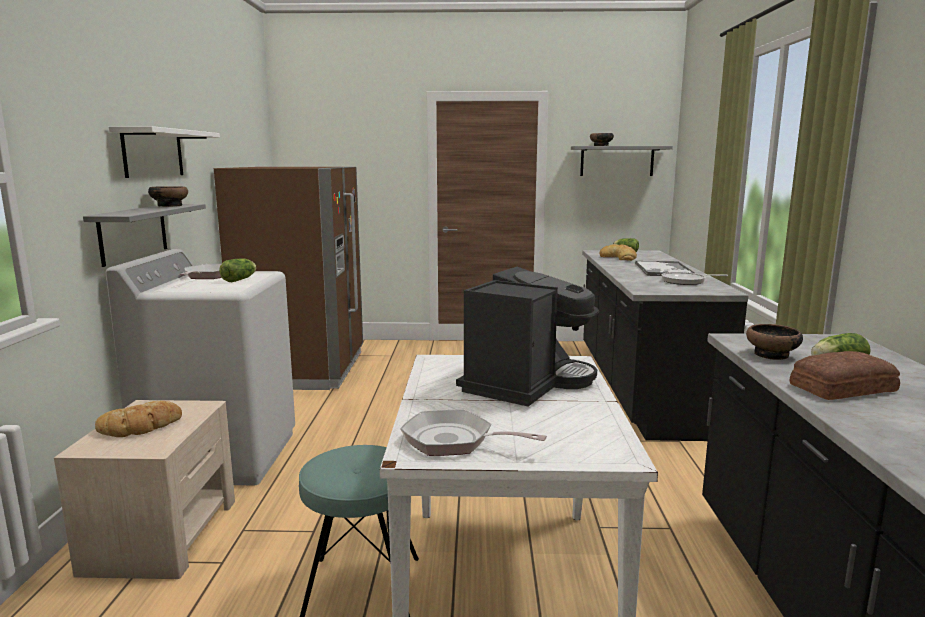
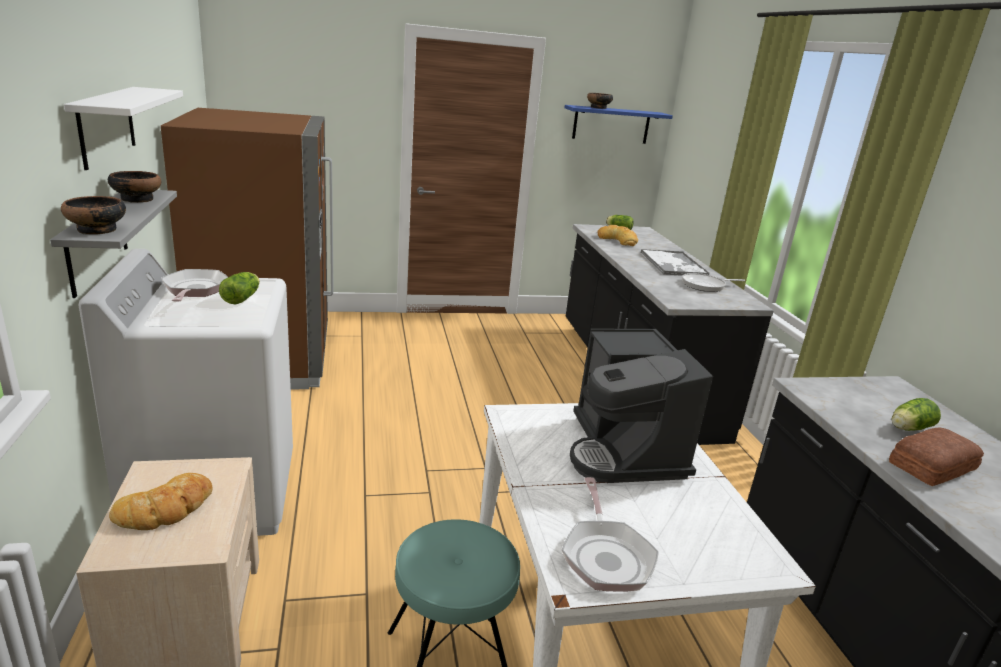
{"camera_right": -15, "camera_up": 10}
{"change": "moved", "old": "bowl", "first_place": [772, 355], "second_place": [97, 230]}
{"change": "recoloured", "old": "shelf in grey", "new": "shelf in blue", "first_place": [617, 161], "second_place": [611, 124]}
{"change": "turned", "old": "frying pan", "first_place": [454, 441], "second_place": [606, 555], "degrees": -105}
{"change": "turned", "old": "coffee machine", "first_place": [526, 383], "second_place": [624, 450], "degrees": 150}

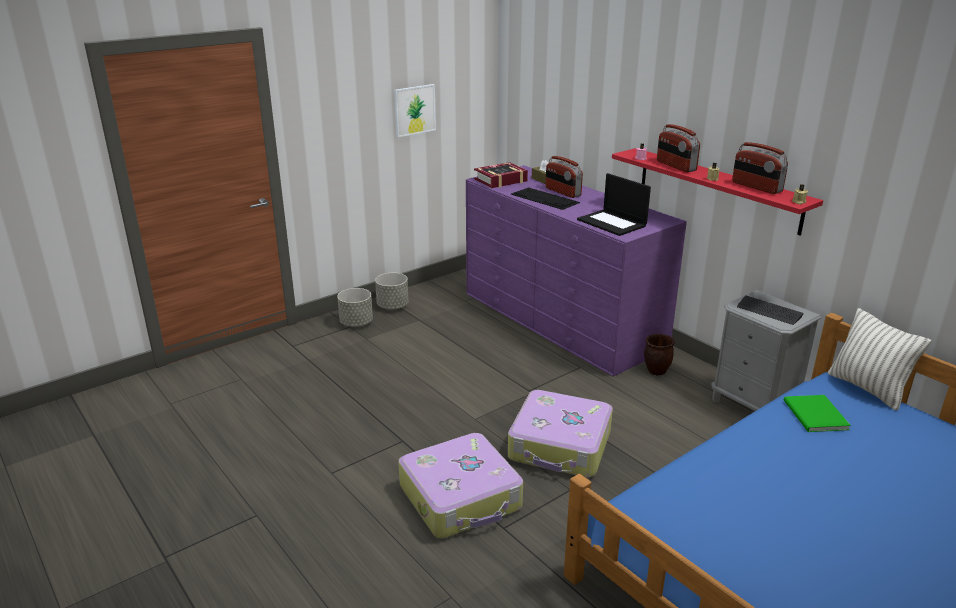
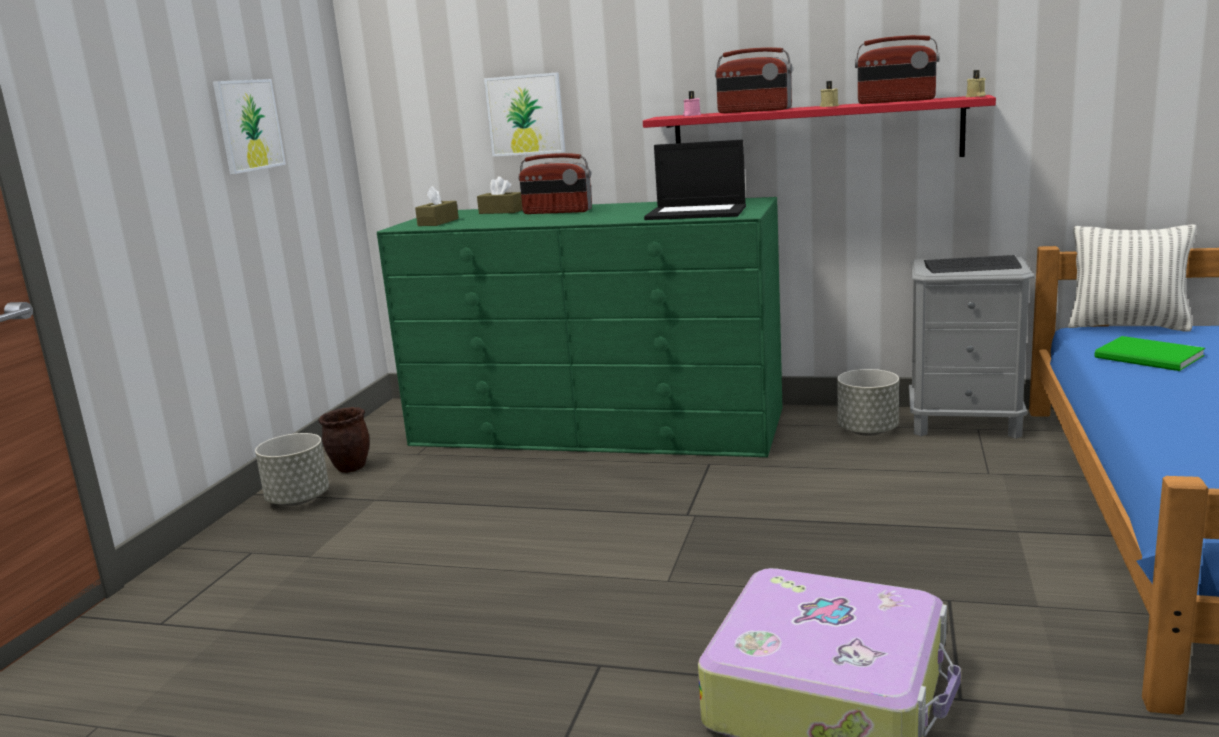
{"camera_right": -35, "camera_up": -10}
{"change": "removed", "old": "suitcase", "first_place": [560, 446]}
{"change": "removed", "old": "keyboard", "first_place": [545, 198]}
{"change": "added", "new": "picture", "second_place": [525, 115]}
{"change": "moved", "old": "planter in grey", "first_place": [356, 323], "second_place": [868, 431]}
{"change": "moved", "old": "planter in brown", "first_place": [656, 371], "second_place": [350, 467]}
{"change": "replaced", "old": "book", "new": "tissue box in brown", "first_place": [501, 180], "second_place": [438, 222]}
{"change": "recoloured", "old": "dresser in purple", "new": "dresser in green", "first_place": [561, 320], "second_place": [597, 427]}

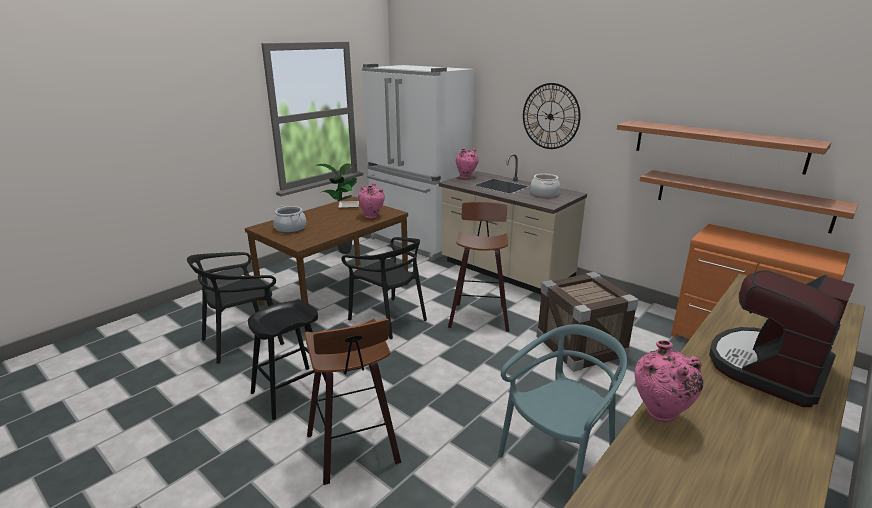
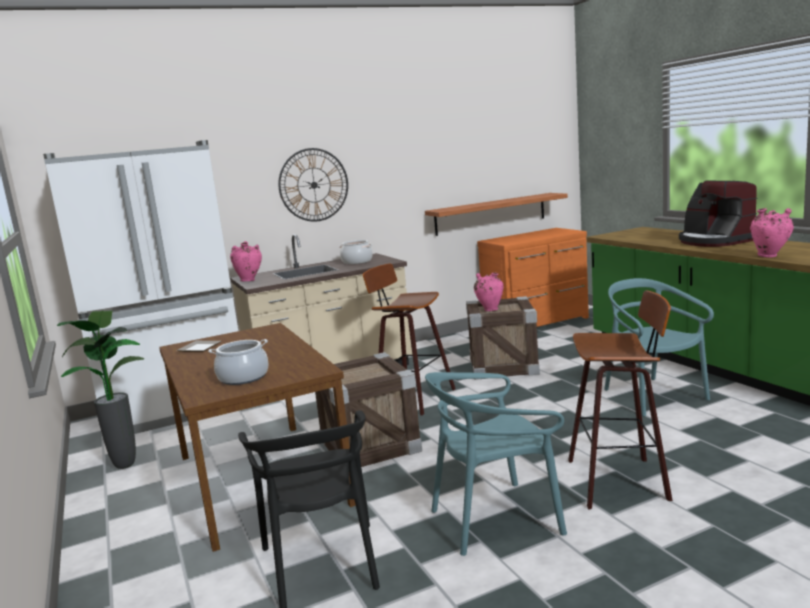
{"camera_right": -65, "camera_up": -10}
{"change": "removed", "old": "shelf", "first_place": [716, 145]}
{"change": "moved", "old": "vase in pink", "first_place": [372, 216], "second_place": [490, 310]}
{"change": "replaced", "old": "stool in black", "new": "chair in turquoise", "first_place": [291, 392], "second_place": [496, 519]}
{"change": "replaced", "old": "chair in black", "new": "crate", "first_place": [388, 318], "second_place": [369, 446]}

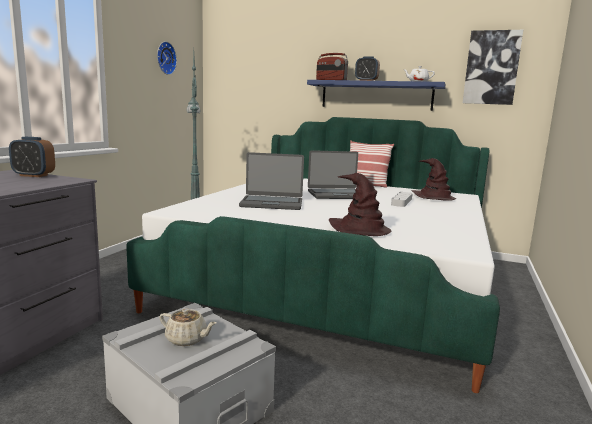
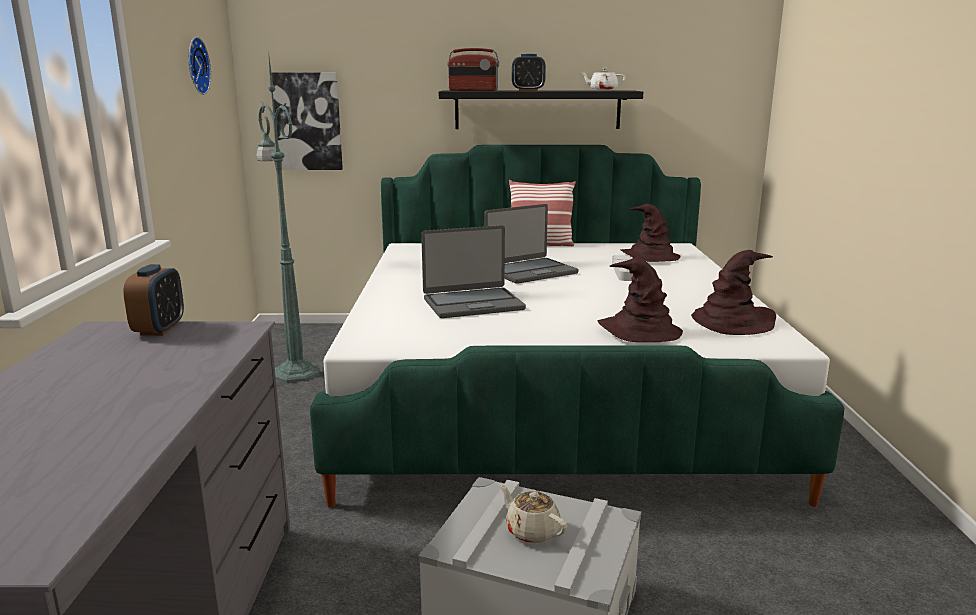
{"camera_right": -20, "camera_up": 5}
{"change": "added", "new": "hat in brown", "second_place": [733, 322]}
{"change": "moved", "old": "picture", "first_place": [491, 68], "second_place": [308, 121]}
{"change": "recoloured", "old": "shelf in blue", "new": "shelf in black", "first_place": [376, 95], "second_place": [537, 109]}
{"change": "turned", "old": "alarm clock", "first_place": [33, 175], "second_place": [159, 329], "degrees": -75}
{"change": "turned", "old": "teapot in beige", "first_place": [187, 339], "second_place": [532, 531], "degrees": -135}

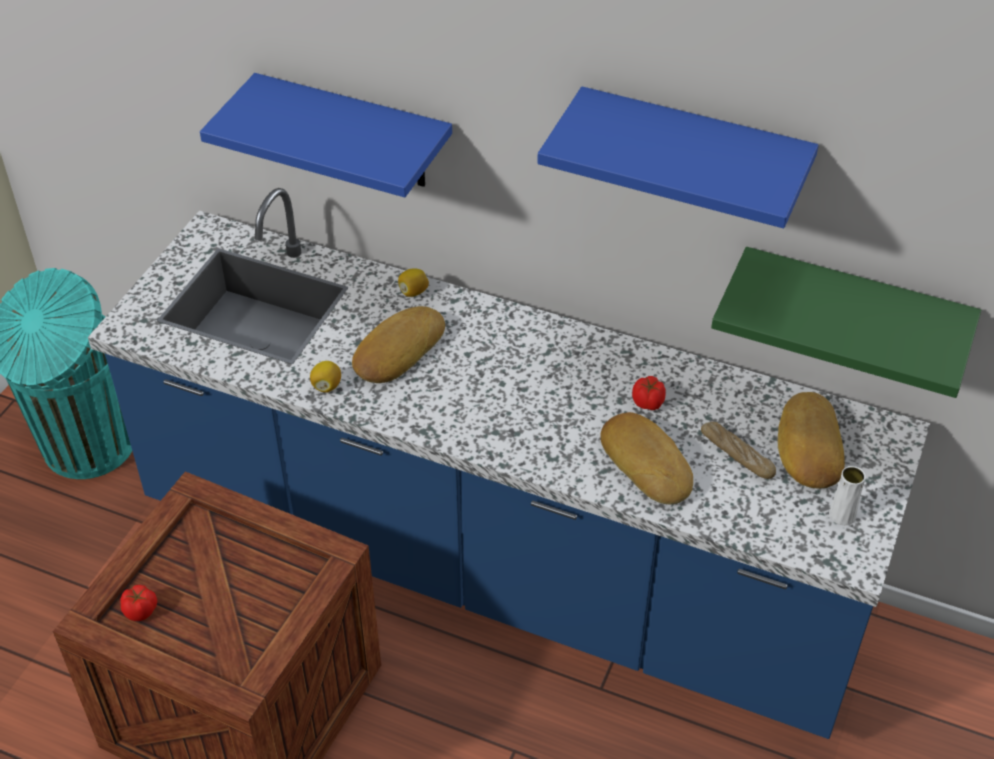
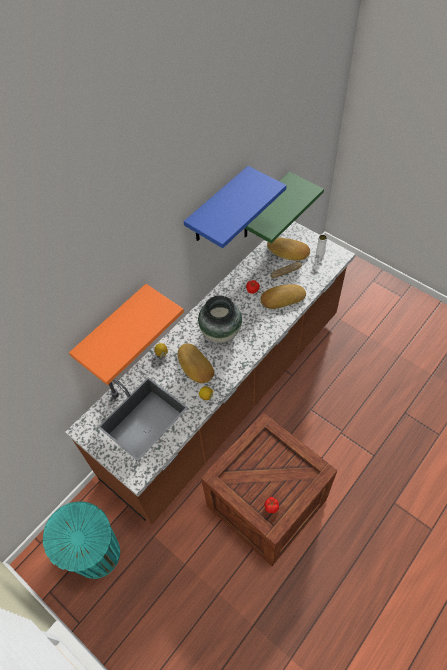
{"camera_right": -70, "camera_up": 10}
{"change": "added", "new": "vase", "second_place": [221, 333]}
{"change": "recoloured", "old": "counter in blue", "new": "counter in brown", "first_place": [497, 565], "second_place": [227, 394]}
{"change": "recoloured", "old": "shelf in blue", "new": "shelf in orange", "first_place": [354, 132], "second_place": [113, 328]}

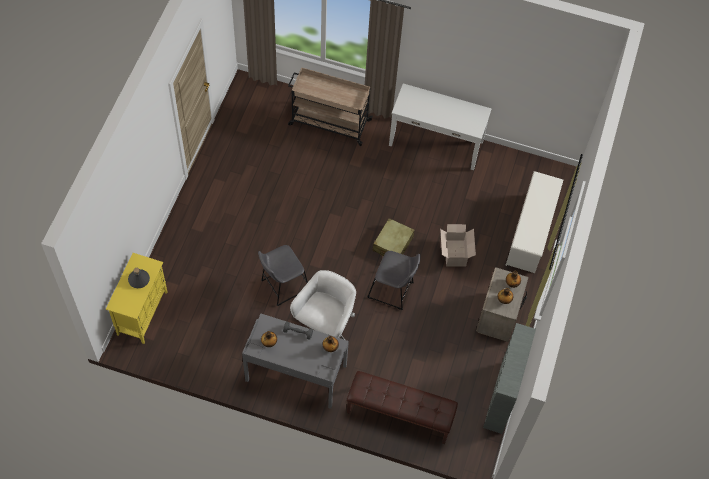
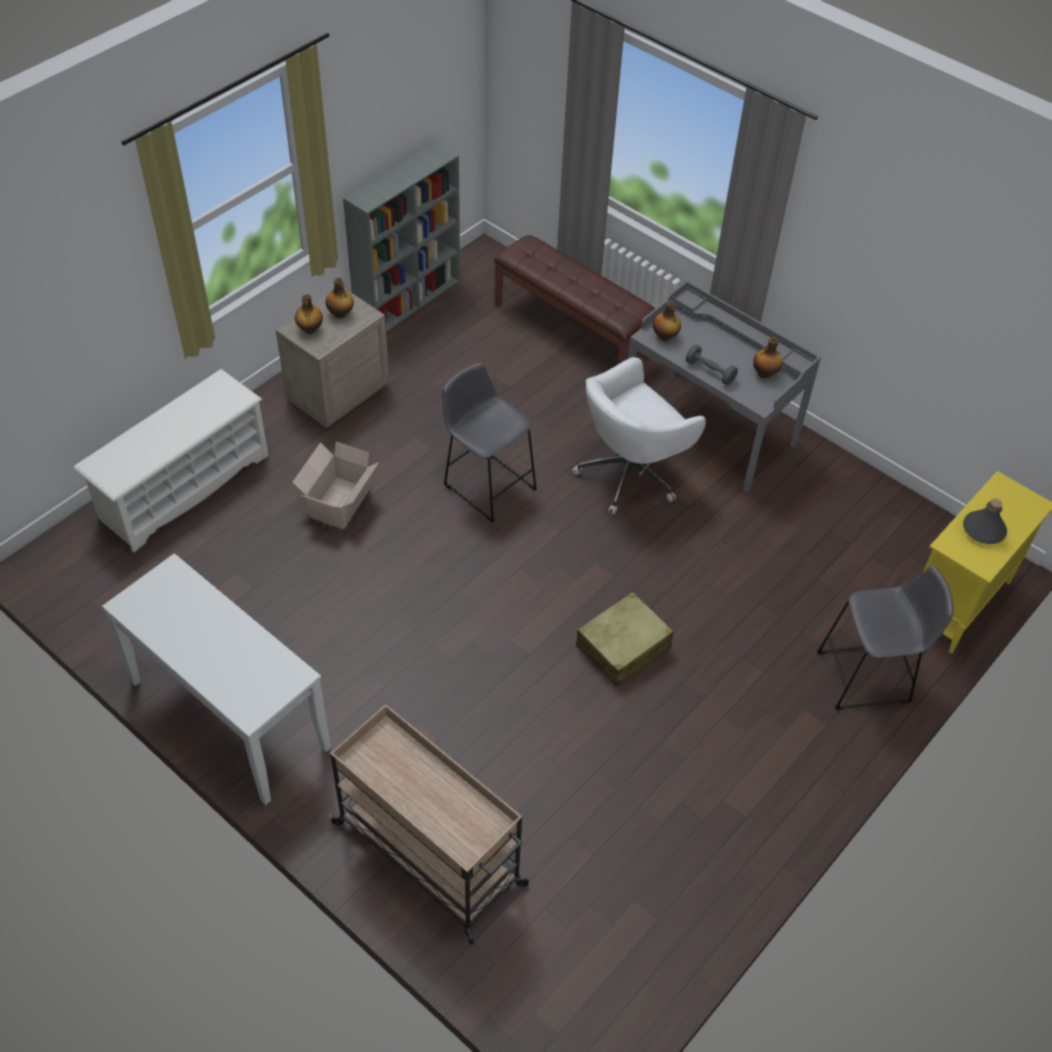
{"camera_right": -155, "camera_up": -10}
{"change": "moved", "old": "stool in grey", "first_place": [282, 286], "second_place": [869, 677]}
{"change": "moved", "old": "suitcase in beige", "first_place": [392, 244], "second_place": [623, 647]}

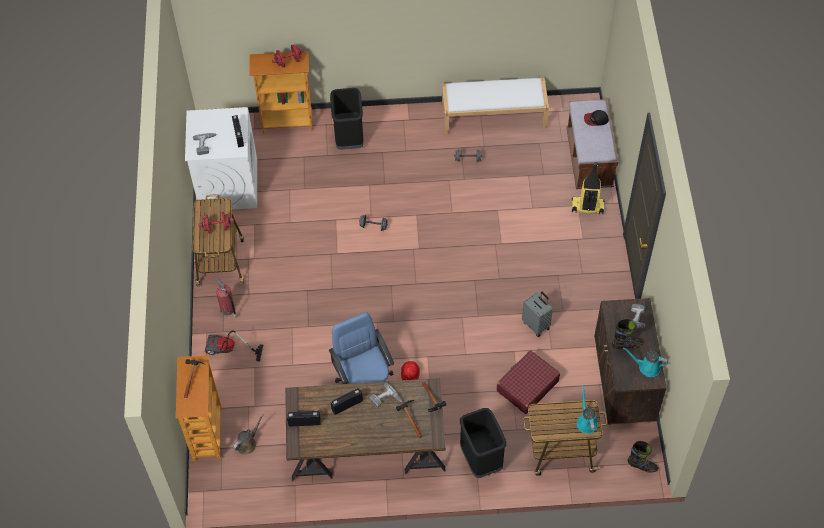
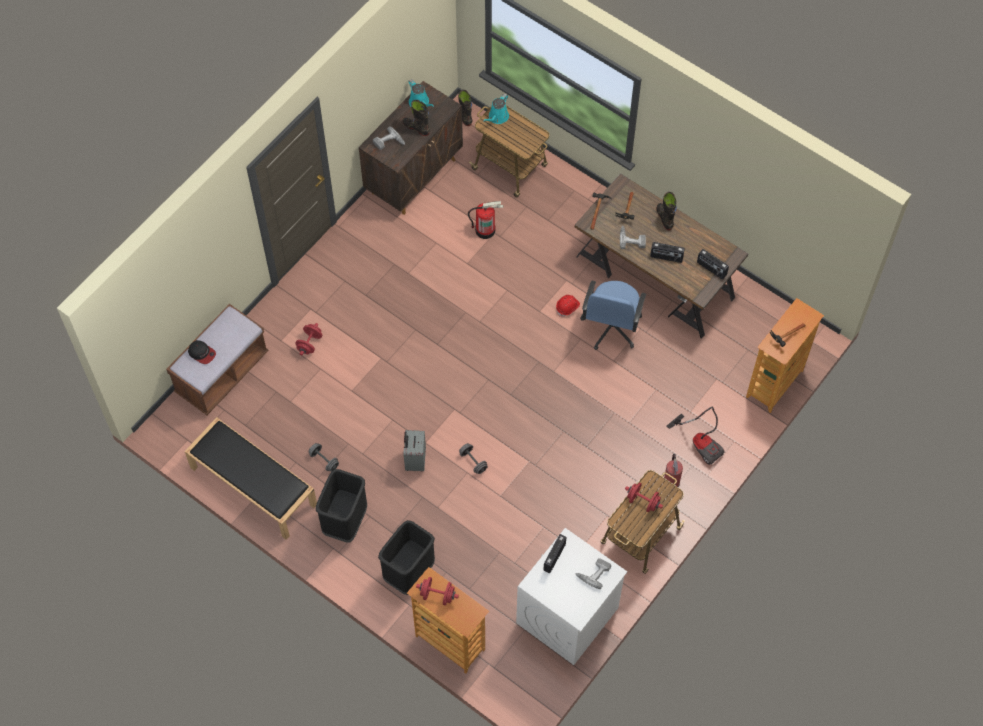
{"camera_right": -140, "camera_up": 5}
{"change": "removed", "old": "watering can in brown", "first_place": [248, 443]}
{"change": "removed", "old": "vacuum cleaner", "first_place": [587, 207]}
{"change": "added", "new": "dumbbell in red", "second_place": [309, 344]}
{"change": "added", "new": "boot in black", "second_place": [664, 218]}
{"change": "moved", "old": "trash can in black", "first_place": [480, 459], "second_place": [345, 522]}
{"change": "moved", "old": "suitcase in grey", "first_place": [536, 325], "second_place": [414, 460]}
{"change": "replaced", "old": "suitcase in red", "new": "fire extinguisher", "first_place": [527, 386], "second_place": [485, 230]}
{"change": "recoloured", "old": "bench in white", "new": "bench in black", "first_place": [494, 115], "second_place": [252, 486]}

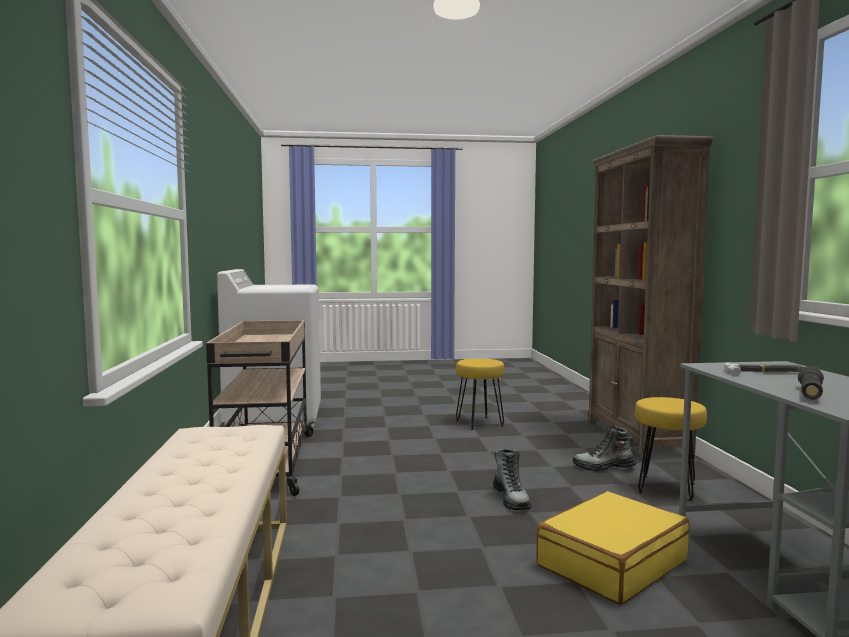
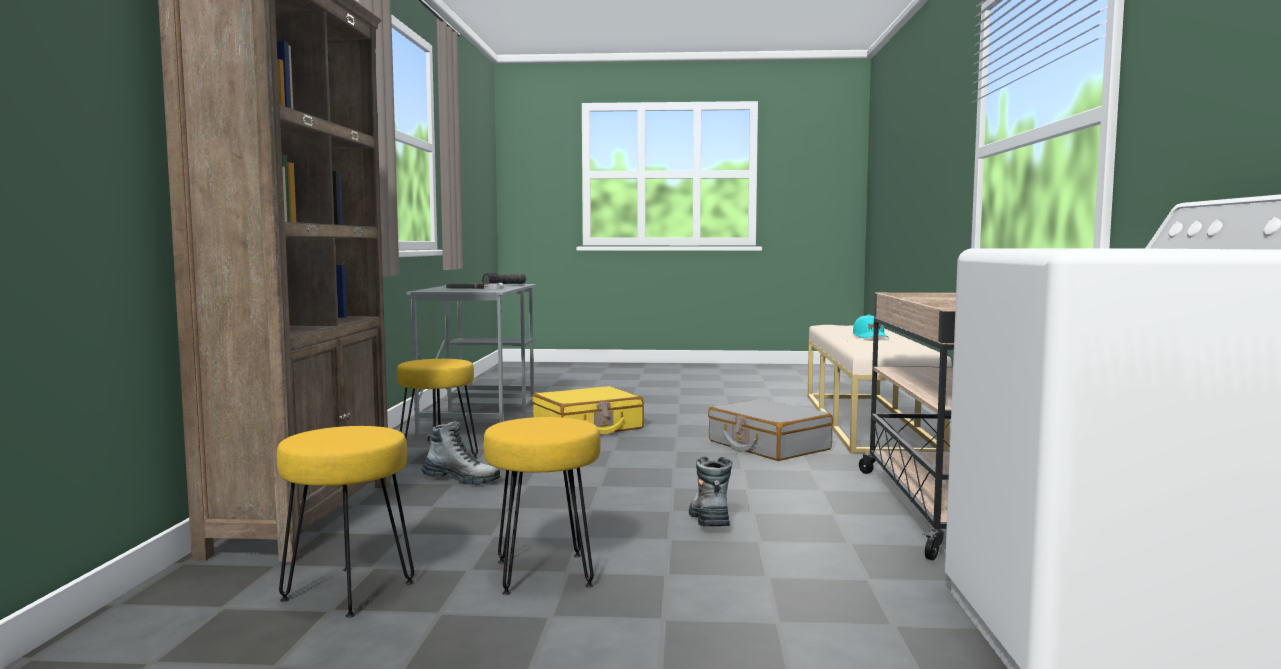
{"camera_right": -170, "camera_up": 0}
{"change": "added", "new": "stool in yellow", "second_place": [348, 591]}
{"change": "added", "new": "suitcase in grey", "second_place": [768, 446]}
{"change": "added", "new": "cap in turquoise", "second_place": [870, 336]}
{"change": "moved", "old": "boot", "first_place": [511, 499], "second_place": [709, 519]}

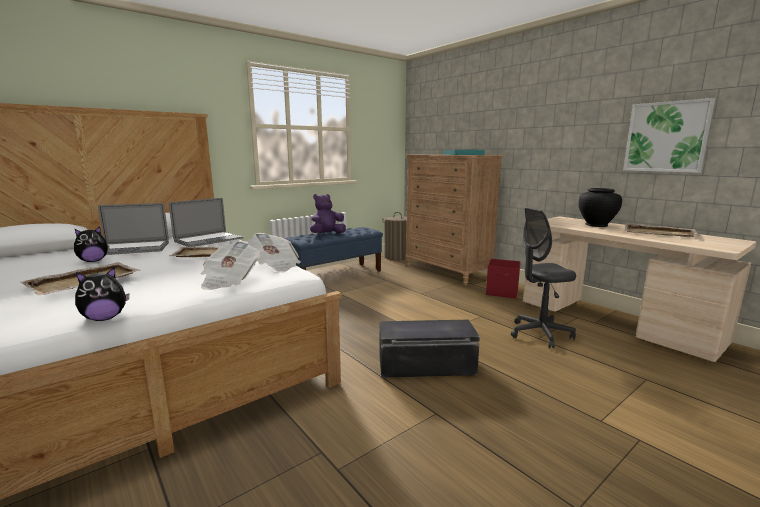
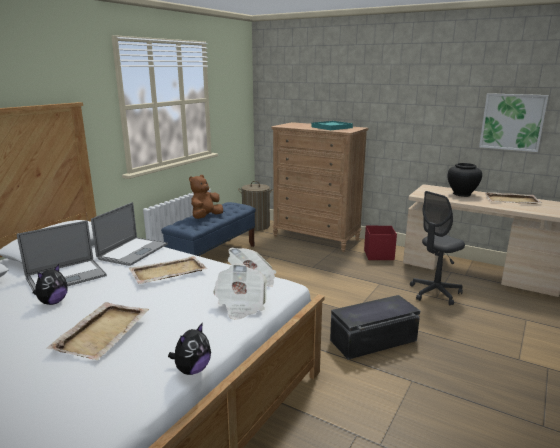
{"camera_right": -20, "camera_up": 5}
{"change": "recoloured", "old": "plush toy in purple", "new": "plush toy in brown", "first_place": [327, 234], "second_place": [205, 217]}

